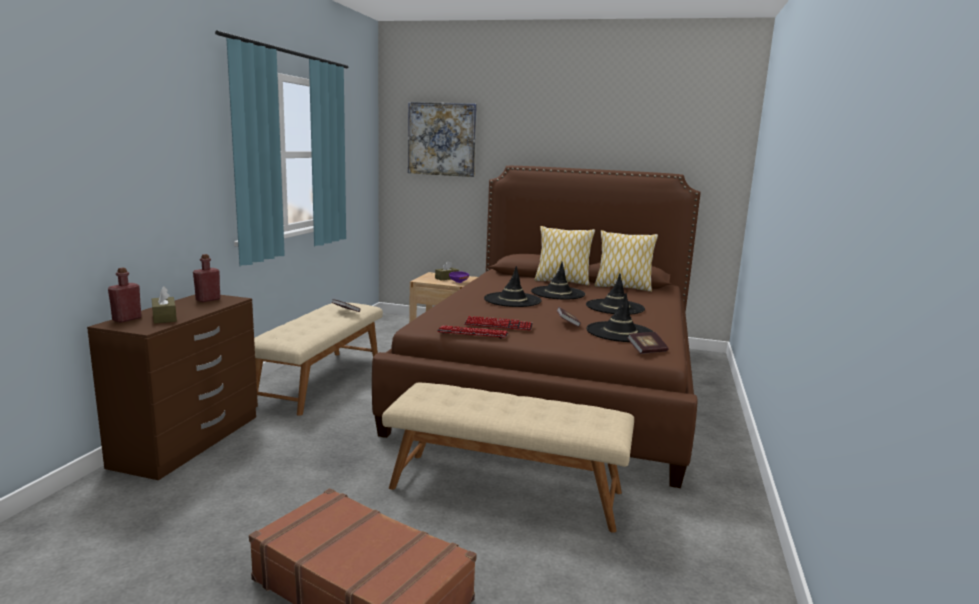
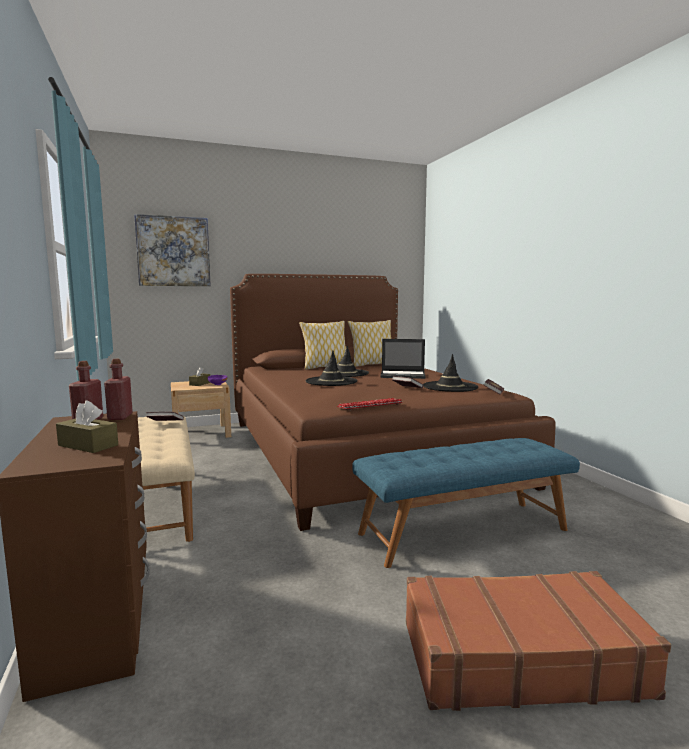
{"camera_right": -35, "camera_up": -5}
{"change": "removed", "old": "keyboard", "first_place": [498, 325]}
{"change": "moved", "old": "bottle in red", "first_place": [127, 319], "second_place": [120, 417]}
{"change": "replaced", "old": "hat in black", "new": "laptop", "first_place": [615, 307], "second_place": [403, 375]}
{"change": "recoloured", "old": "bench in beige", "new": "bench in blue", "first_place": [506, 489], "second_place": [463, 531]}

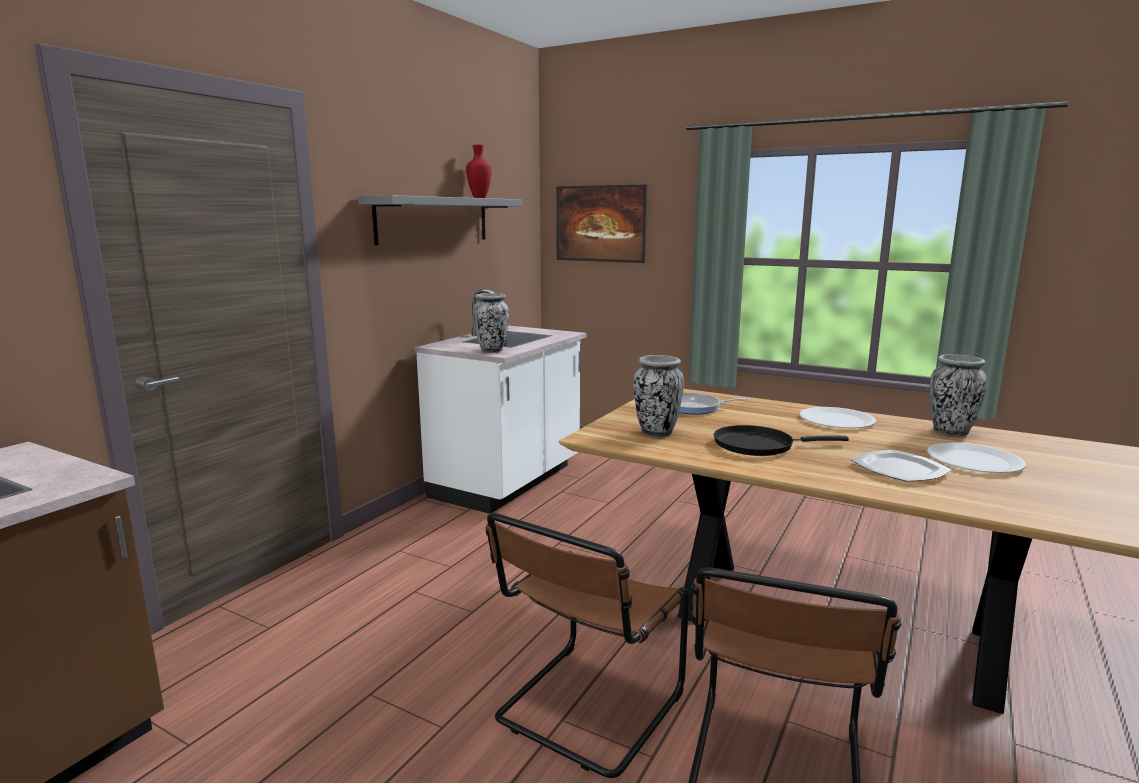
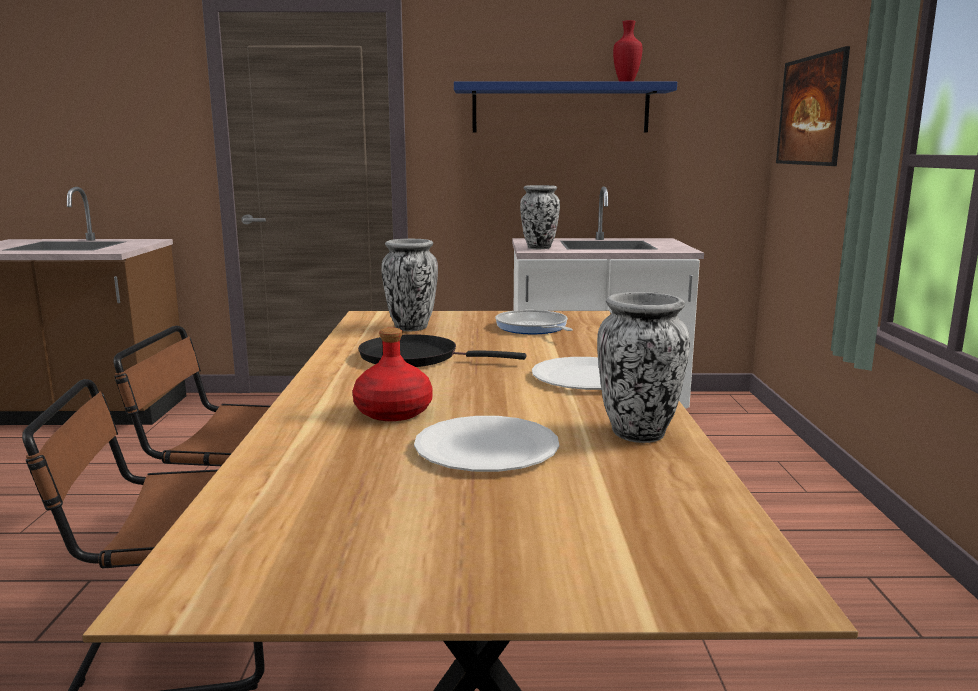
{"camera_right": 60, "camera_up": 0}
{"change": "replaced", "old": "plate", "new": "bottle in red", "first_place": [899, 469], "second_place": [394, 412]}
{"change": "recoloured", "old": "shelf in grey", "new": "shelf in blue", "first_place": [433, 220], "second_place": [560, 108]}
{"change": "turned", "old": "frying pan in black", "first_place": [758, 445], "second_place": [415, 358], "degrees": -45}

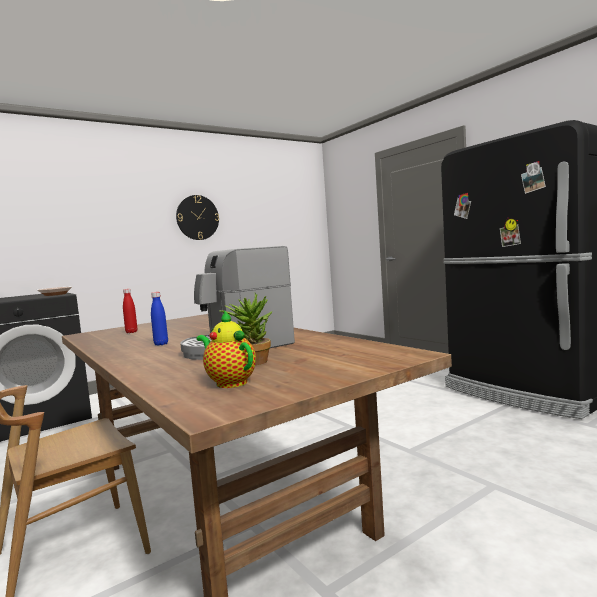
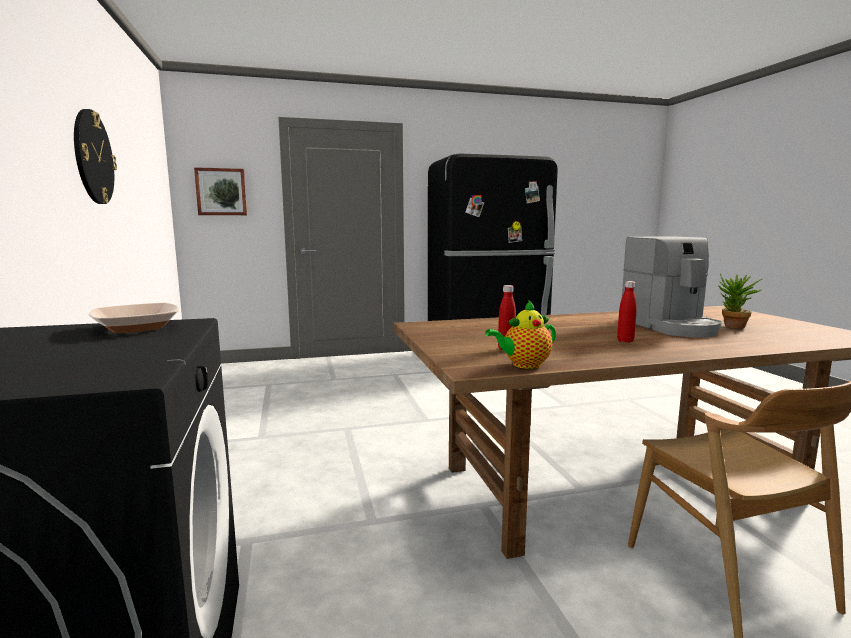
{"camera_right": -70, "camera_up": 5}
{"change": "added", "new": "picture", "second_place": [221, 192]}
{"change": "moved", "old": "teapot", "first_place": [229, 382], "second_place": [523, 365]}
{"change": "recoloured", "old": "bottle in blue", "new": "bottle in red", "first_place": [161, 344], "second_place": [625, 341]}

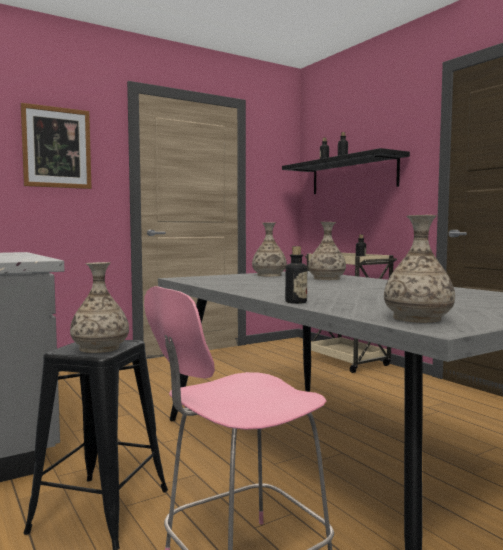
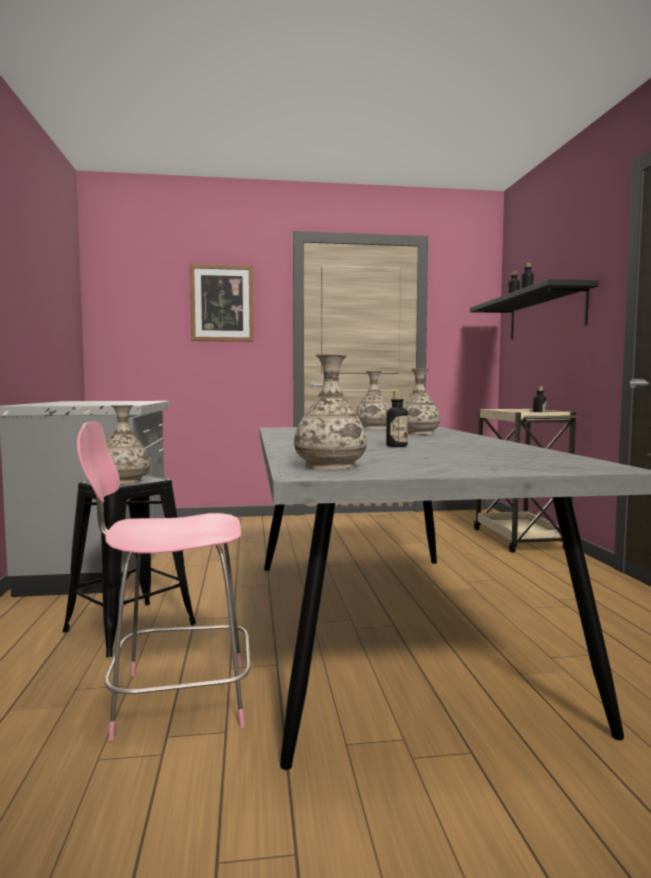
{"camera_right": 25, "camera_up": 0}
{"change": "moved", "old": "bottle", "first_place": [296, 302], "second_place": [396, 446]}

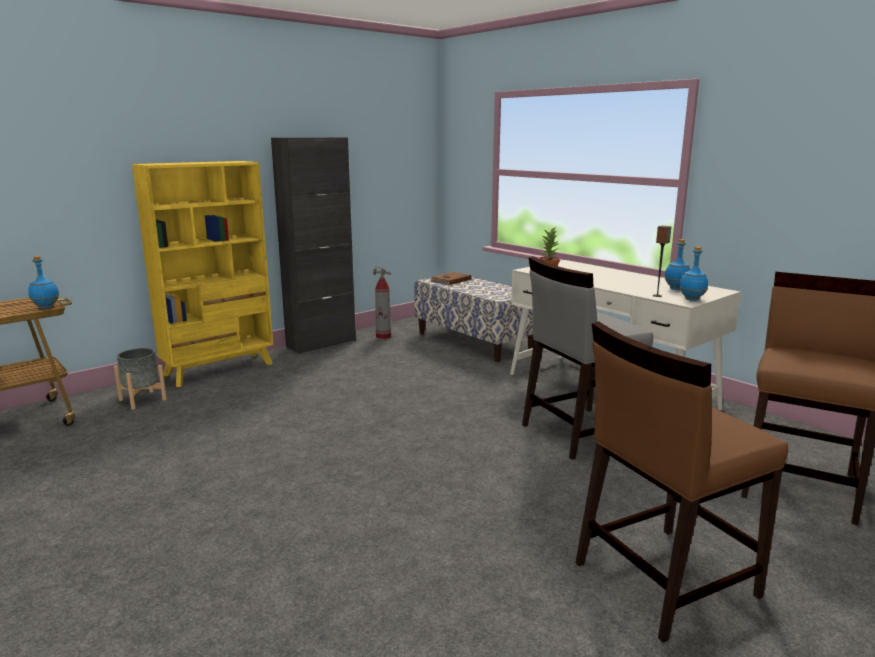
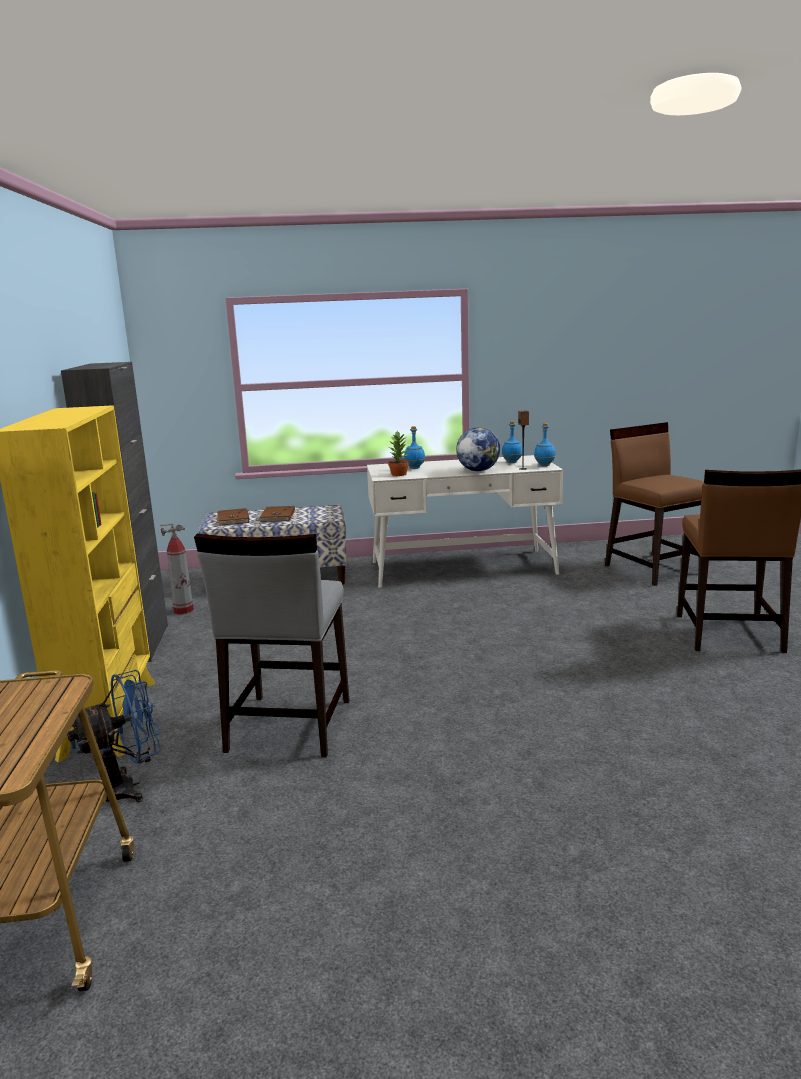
{"camera_right": -55, "camera_up": 0}
{"change": "added", "new": "book in brown", "second_place": [276, 516]}
{"change": "added", "new": "globe", "second_place": [478, 470]}
{"change": "moved", "old": "bottle in blue", "first_place": [46, 308], "second_place": [415, 468]}
{"change": "moved", "old": "chair in grey", "first_place": [579, 432], "second_place": [288, 726]}
{"change": "replaced", "old": "planter in grey", "new": "fan in blue", "first_place": [142, 400], "second_place": [126, 788]}

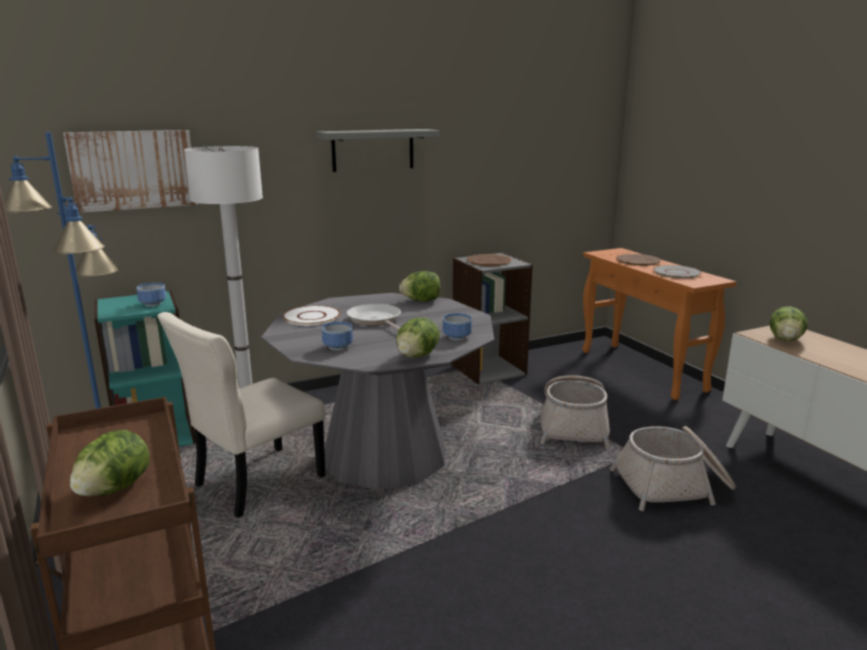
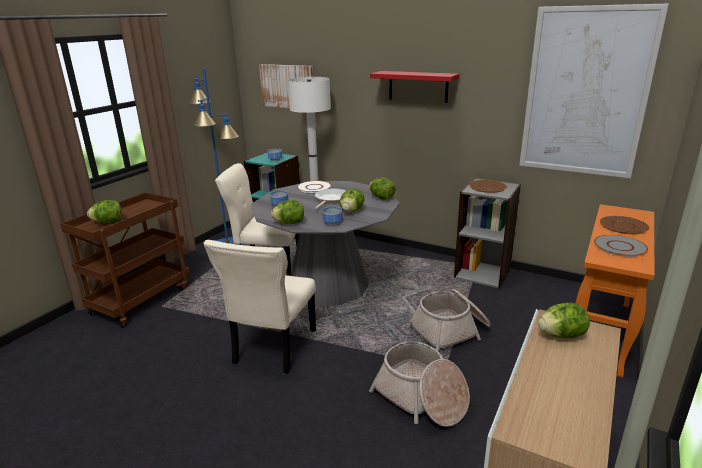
{"camera_right": 55, "camera_up": 5}
{"change": "added", "new": "chair in beige", "second_place": [273, 348]}
{"change": "added", "new": "lettuce", "second_place": [351, 211]}
{"change": "added", "new": "picture", "second_place": [585, 93]}
{"change": "recoloured", "old": "shelf in grey", "new": "shelf in red", "first_place": [373, 150], "second_place": [418, 86]}

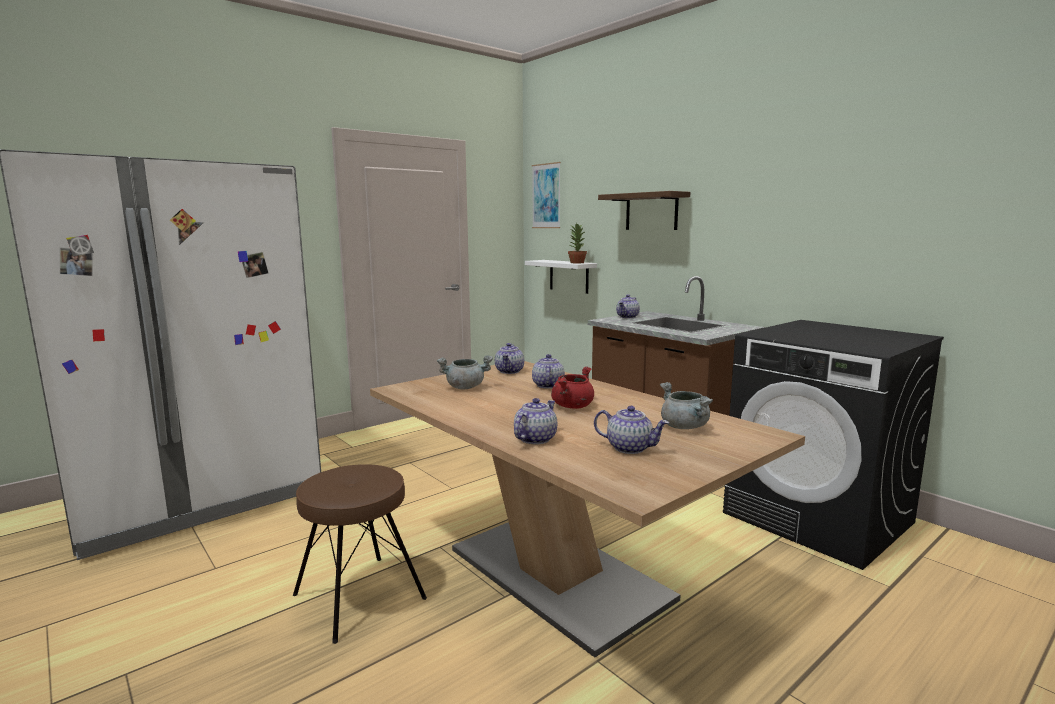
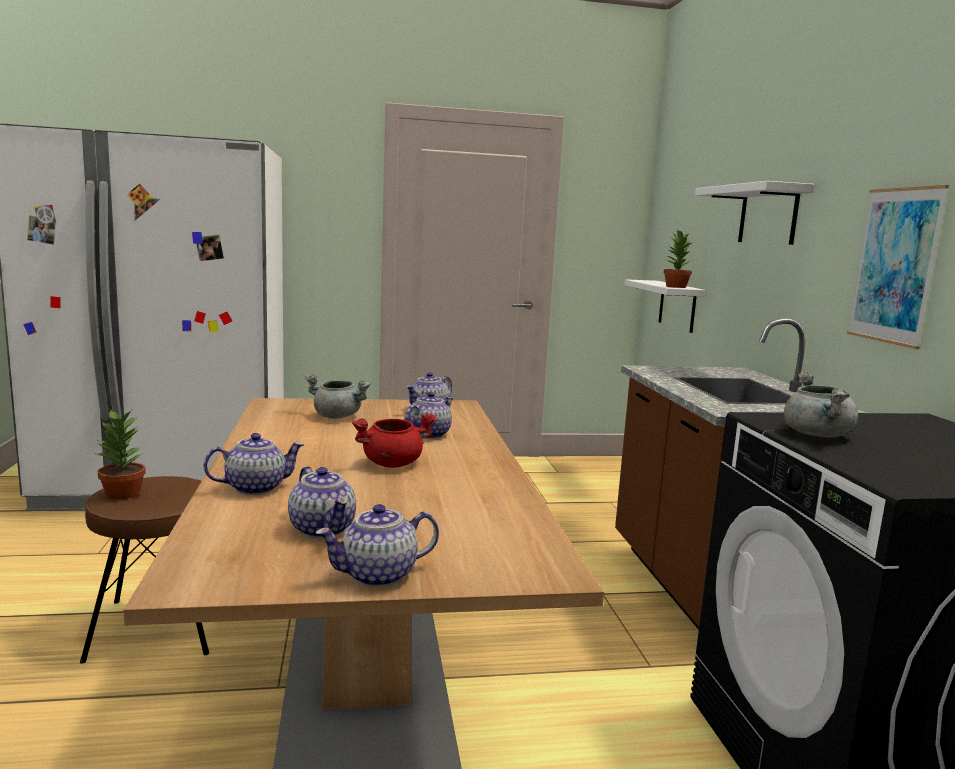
{"camera_right": 30, "camera_up": 0}
{"change": "added", "new": "potted plant", "second_place": [123, 494]}
{"change": "moved", "old": "picture", "first_place": [546, 196], "second_place": [895, 266]}
{"change": "moved", "old": "teapot", "first_place": [628, 317], "second_place": [378, 575]}
{"change": "moved", "old": "cooking pot in grey", "first_place": [685, 427], "second_place": [817, 435]}
{"change": "recoloured", "old": "shelf in brown", "new": "shelf in white", "first_place": [651, 211], "second_place": [768, 215]}

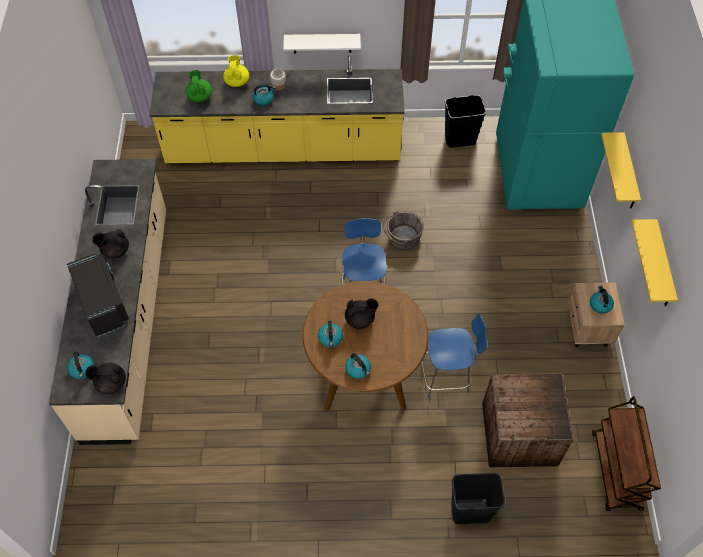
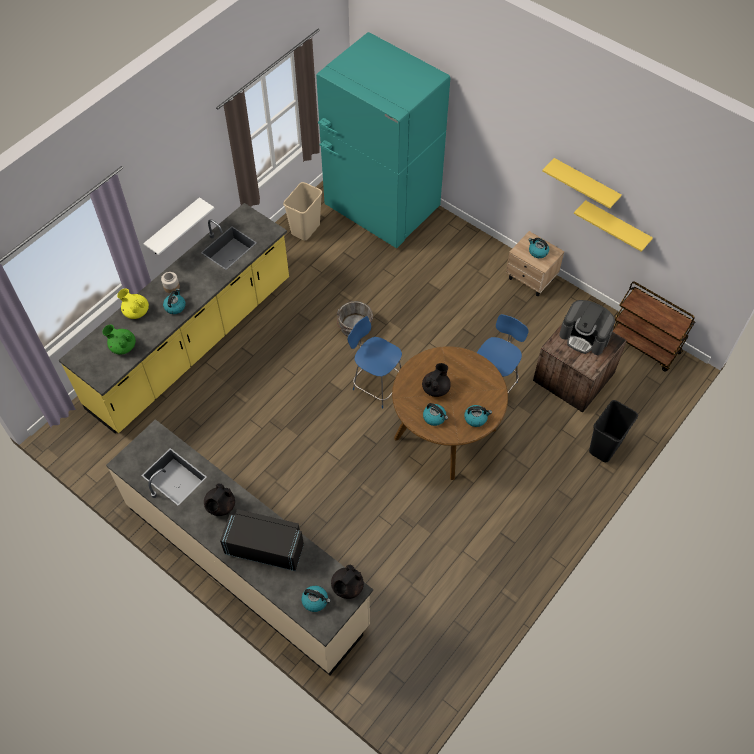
{"camera_right": -50, "camera_up": 0}
{"change": "added", "new": "coffee machine", "second_place": [585, 336]}
{"change": "moved", "old": "shelf in yellow", "first_place": [629, 174], "second_place": [616, 226]}
{"change": "recoloured", "old": "trash can in black", "new": "trash can in beige", "first_place": [460, 139], "second_place": [305, 229]}

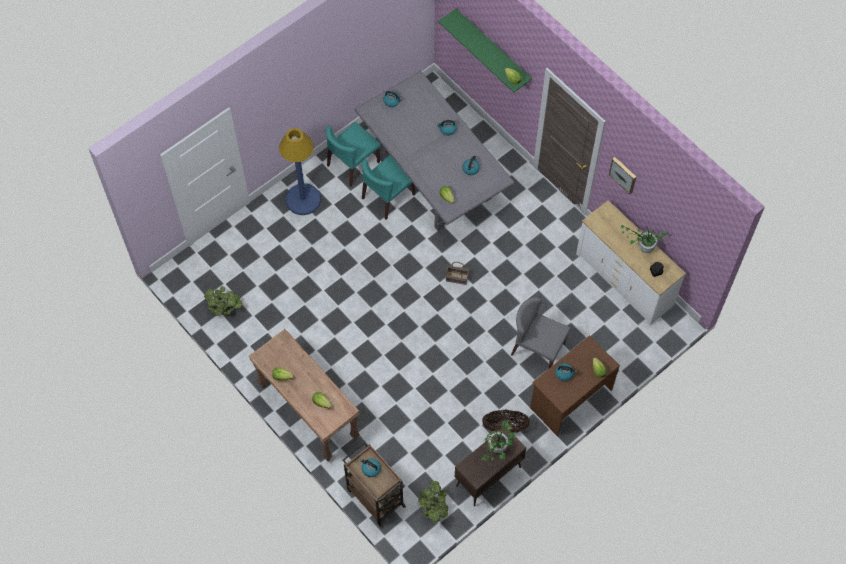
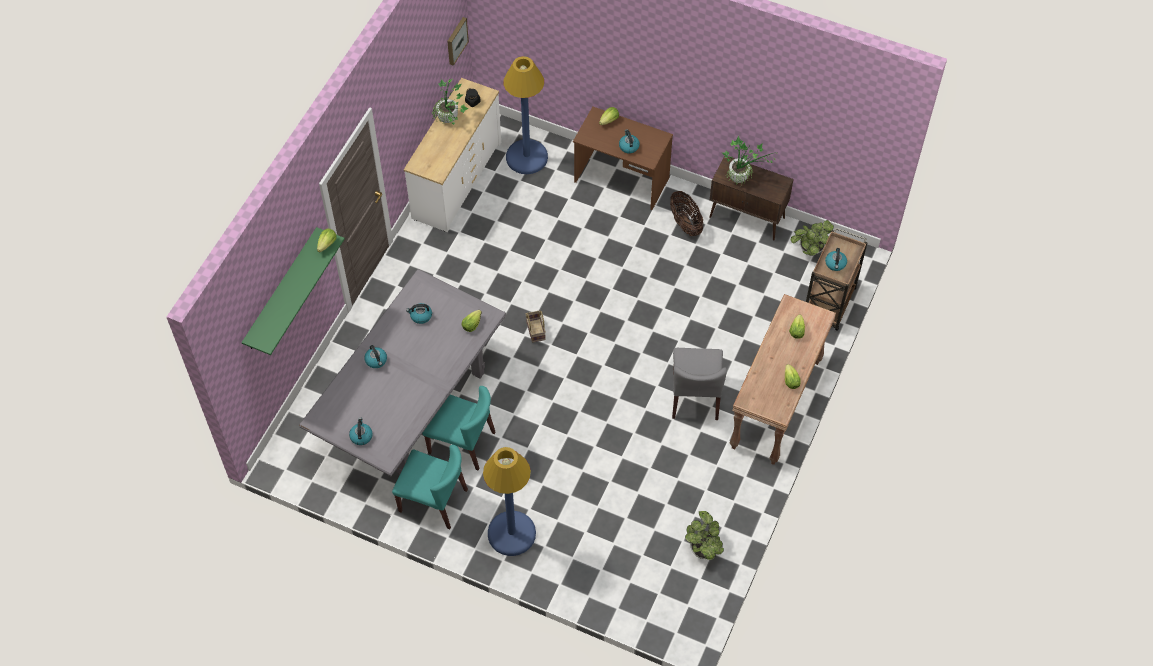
{"camera_right": -115, "camera_up": -5}
{"change": "added", "new": "floor lamp in blue", "second_place": [527, 157]}
{"change": "moved", "old": "chair in grey", "first_place": [537, 348], "second_place": [695, 396]}
{"change": "moved", "old": "picture", "first_place": [623, 174], "second_place": [456, 40]}

